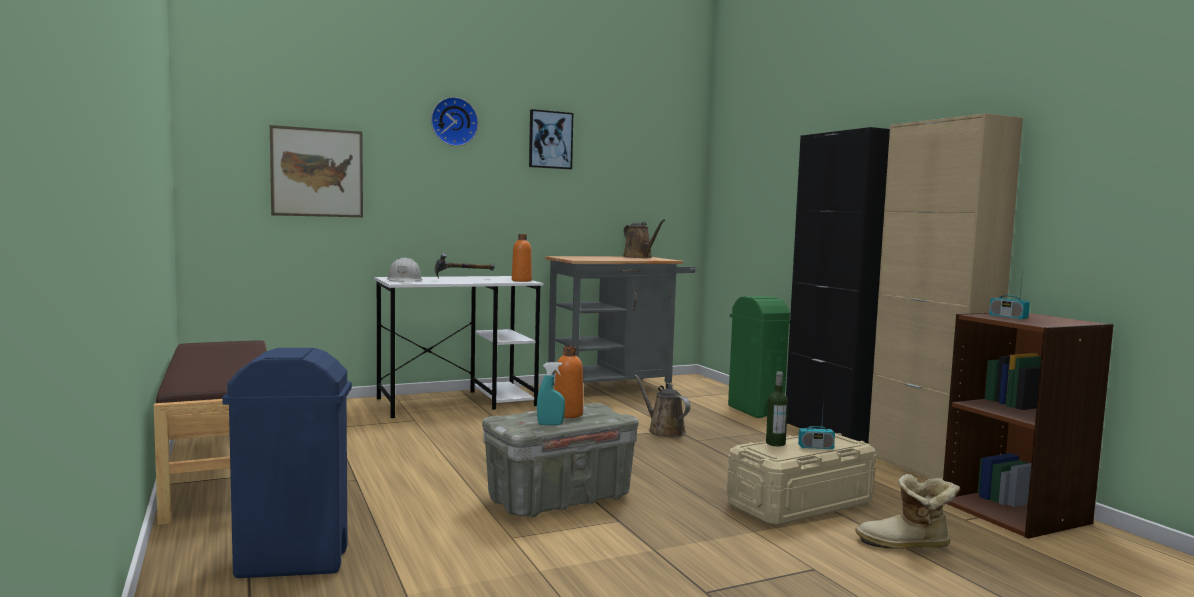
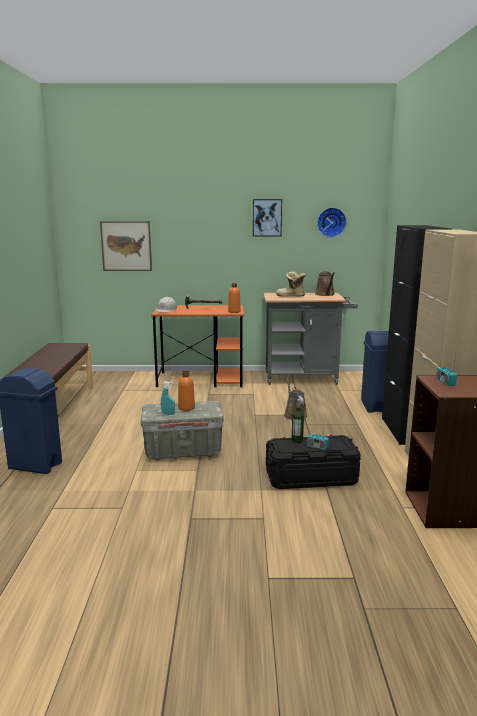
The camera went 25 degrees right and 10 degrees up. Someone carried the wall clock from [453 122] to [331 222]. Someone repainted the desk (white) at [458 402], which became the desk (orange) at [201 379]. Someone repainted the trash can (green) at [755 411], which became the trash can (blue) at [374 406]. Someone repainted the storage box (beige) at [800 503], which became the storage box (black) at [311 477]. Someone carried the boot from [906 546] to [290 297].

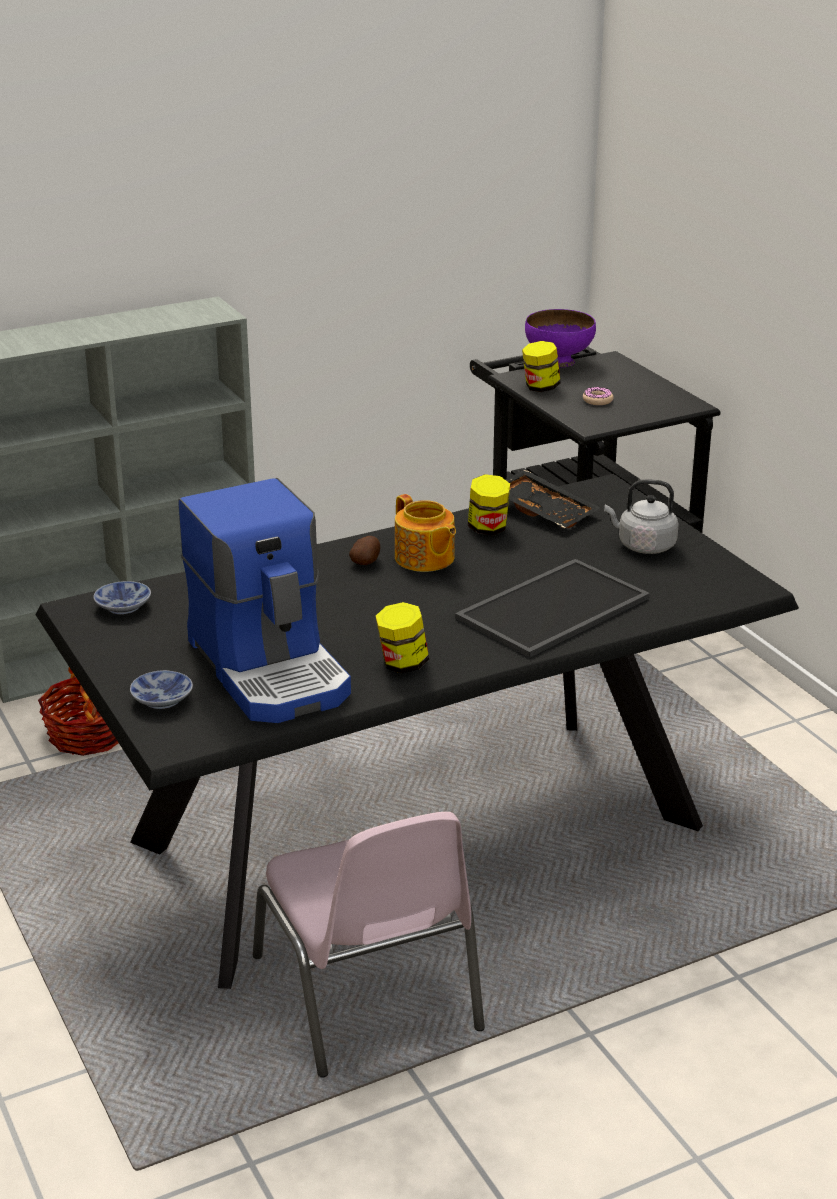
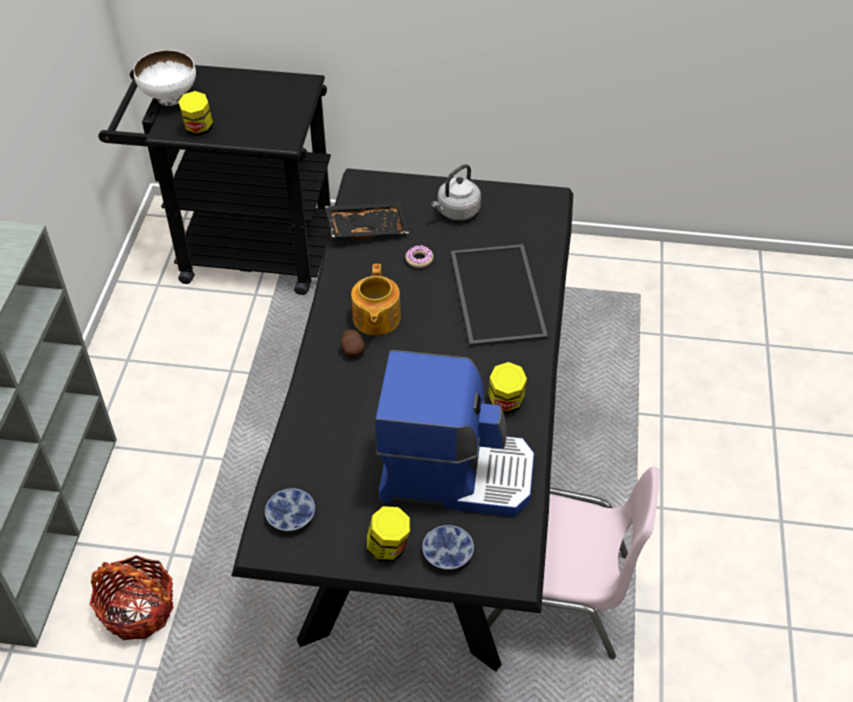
The camera went 55 degrees left and 20 degrees up. Someone repainted the bowl (purple) at [558 361], which became the bowl (white) at [169 98]. Someone carried the donut from [597 400] to [419 259]. Someone carried the jar from [488 529] to [388 548]. Someone rotated the teapot at [424 559] by 90 degrees clockwise.

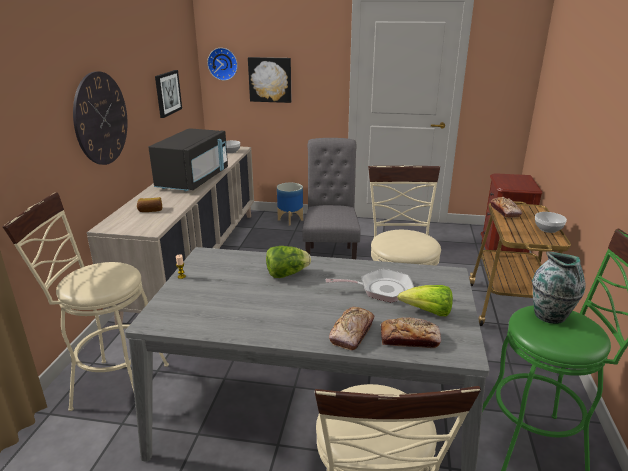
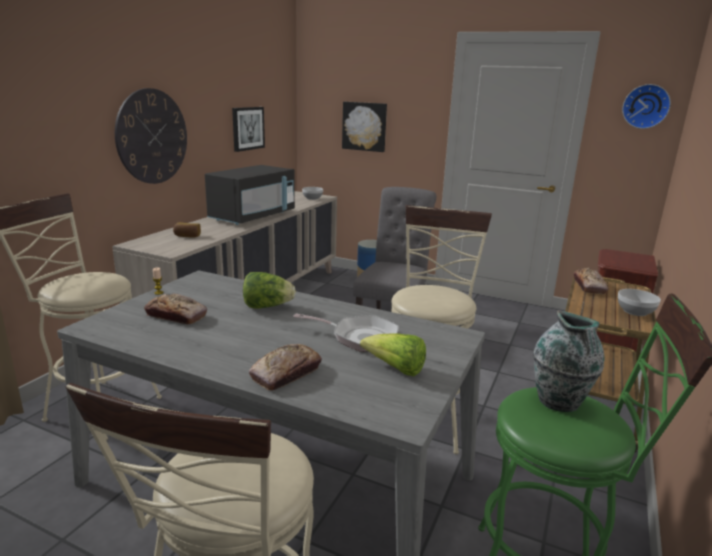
The camera went 15 degrees right and 5 degrees down. Someone carried the wall clock from [223 64] to [645 106]. Someone carried the bread from [409 339] to [176 316].

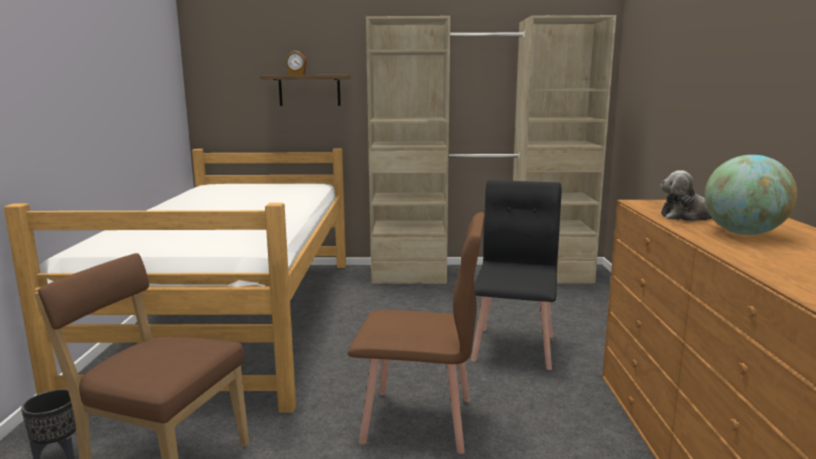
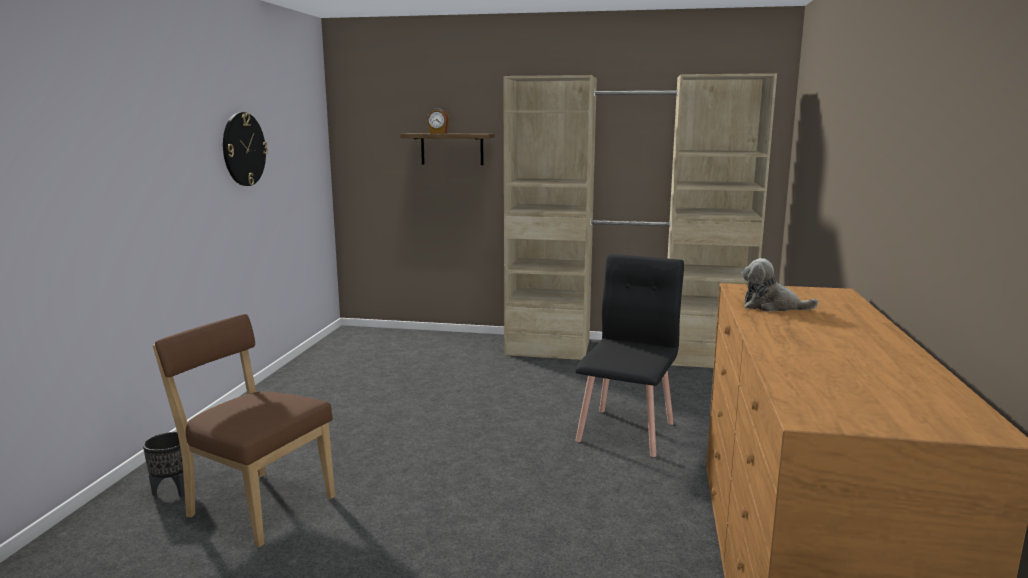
The camera went 10 degrees right and 0 degrees up. Someone took away the bed at [238 318]. Someone took away the globe at [743 233]. Someone took away the chair (brown) at [419 421]. Someone put up the wall clock at [243 149].

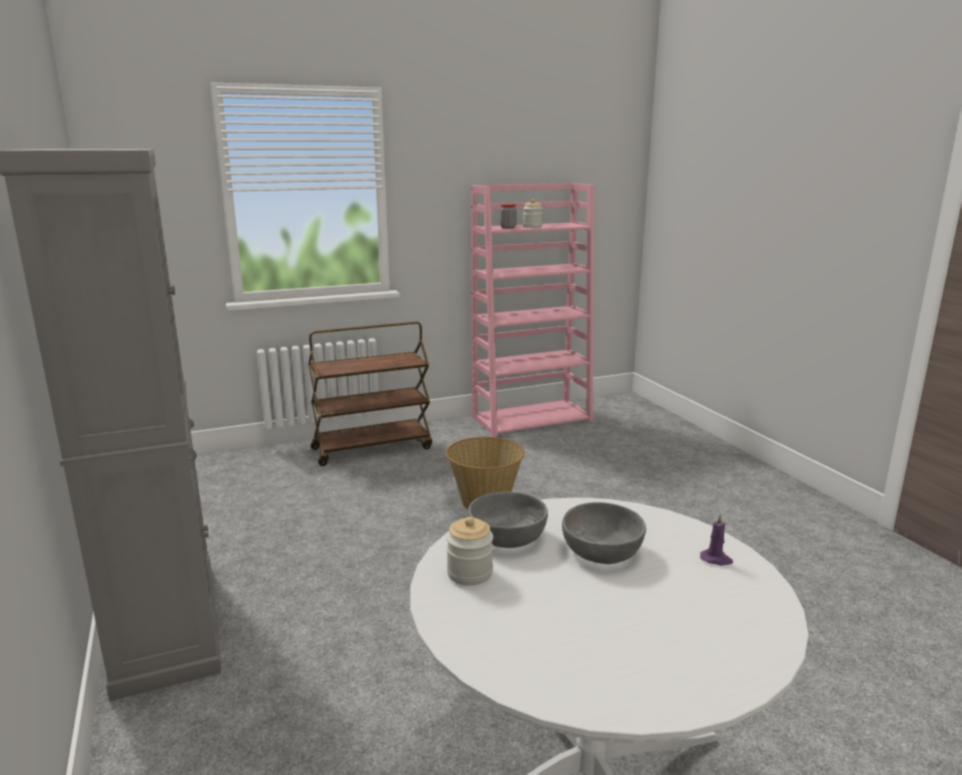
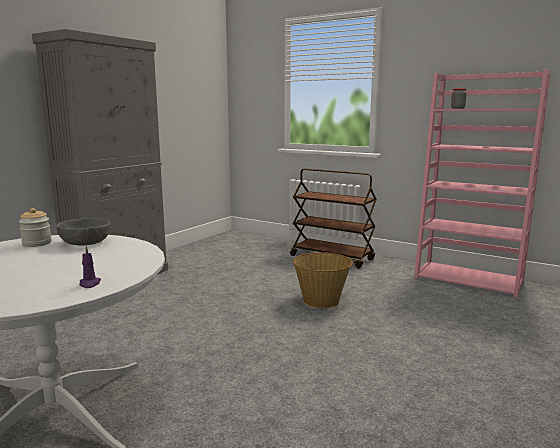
The camera went 55 degrees right and 5 degrees down. Someone took away the jar at [532 227]. Someone took away the bowl (grey) at [602 551].

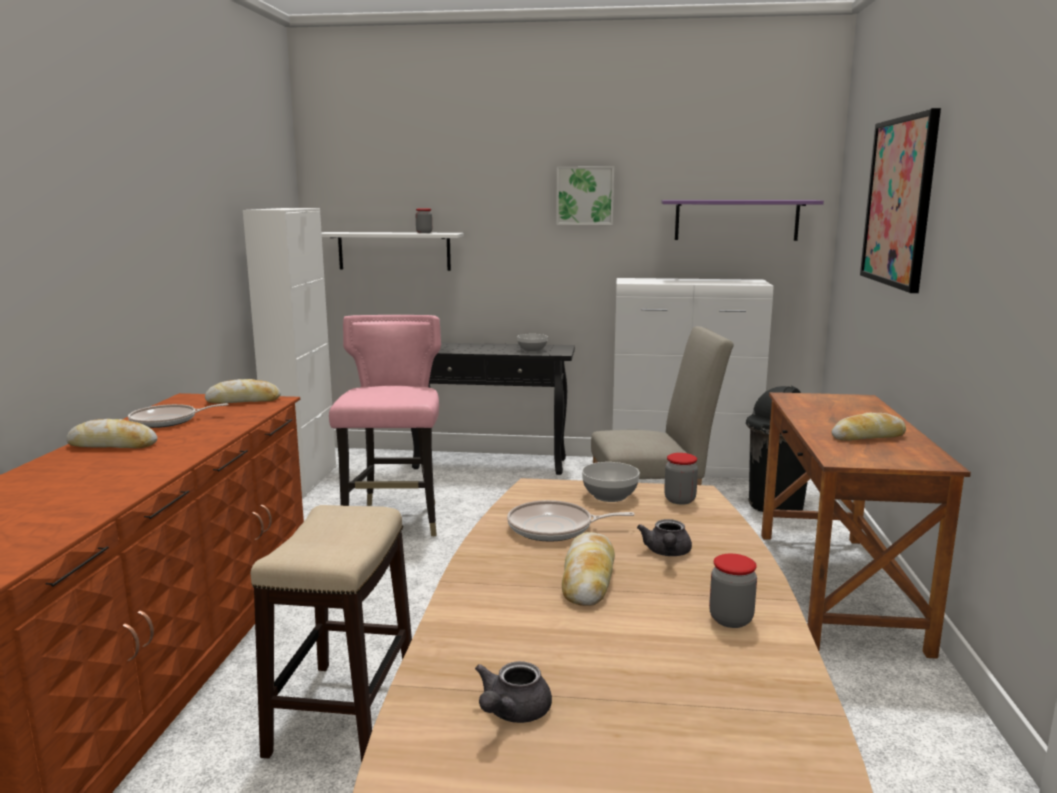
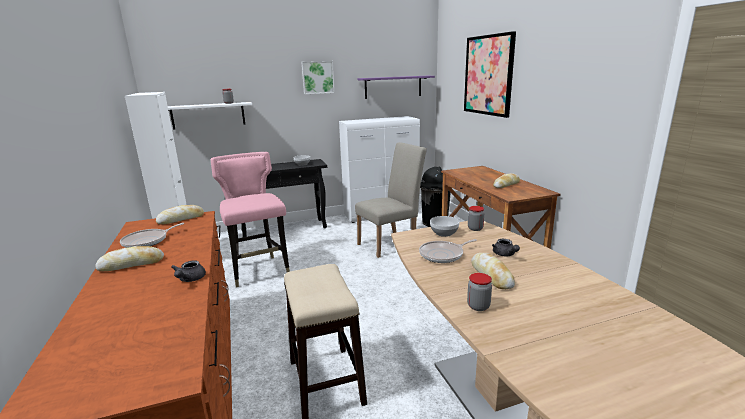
The camera went 25 degrees left and 5 degrees up. Someone carried the jar from [731 619] to [478 306]. Someone carried the teapot (grey) from [512 712] to [189 279].

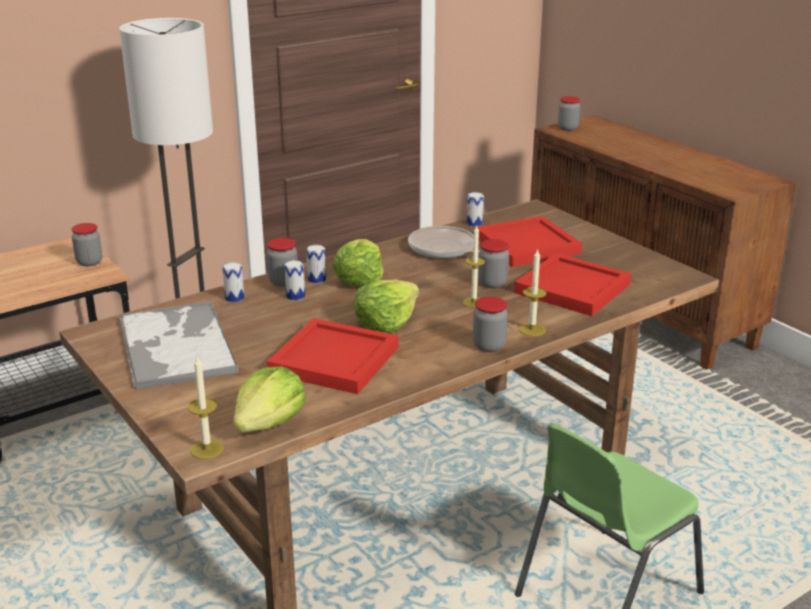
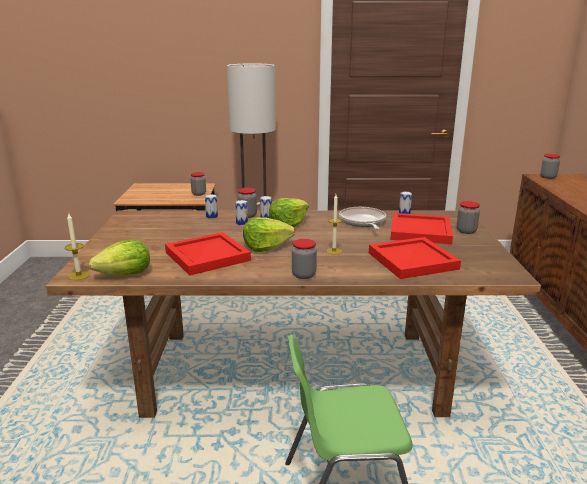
The camera went 35 degrees right and 5 degrees down. Someone carried the jar from [492 283] to [466 231]. Someone took away the candle at [532 329]. Someone took away the tray at [176 345].

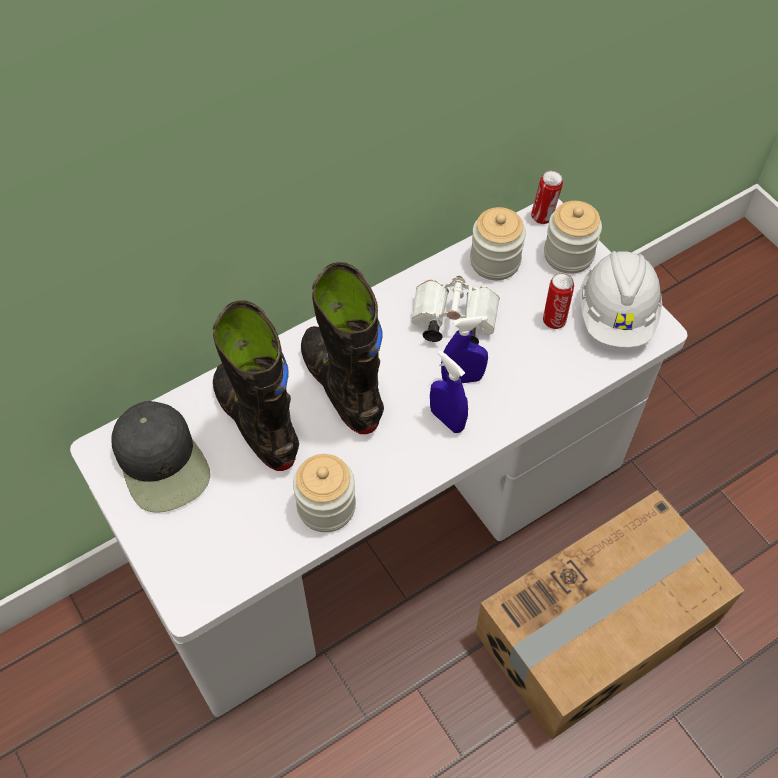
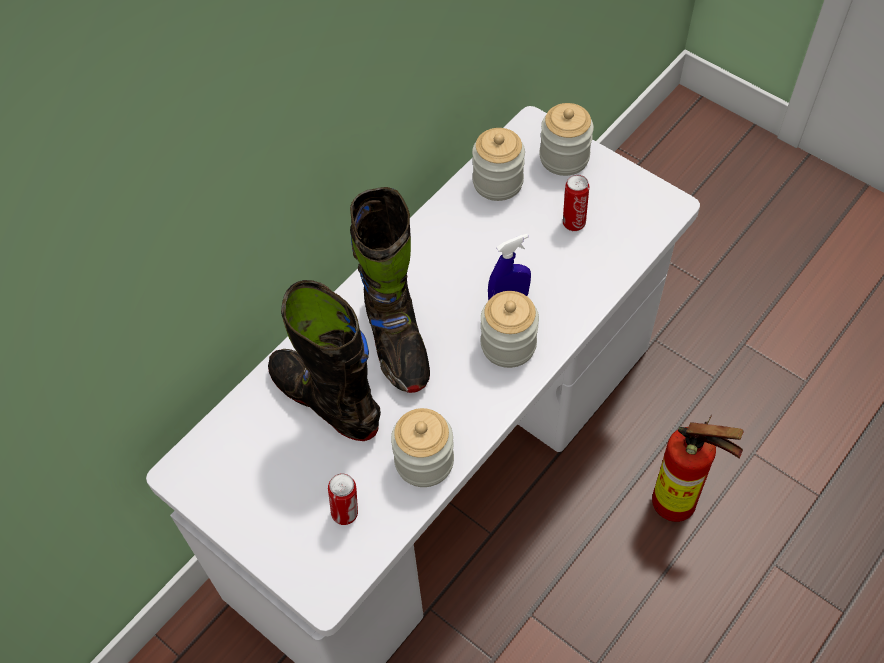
The camera went 15 degrees left and 0 degrees up. Someone carried the can from [543 217] to [346 513]. Someone took away the hard hat (white) at [616 315]. Someone rotated the boot (black) at [342 386] by 150 degrees counterclockwise. Someone took away the binoculars (white) at [451 321]. Someone swapped the spray bottle (blue) at [447 419] for the jar at [508 345]. Someone took away the cap (black) at [162 462]. Someone swapped the cardboard box at [599 629] for the fire extinguisher at [680 506].

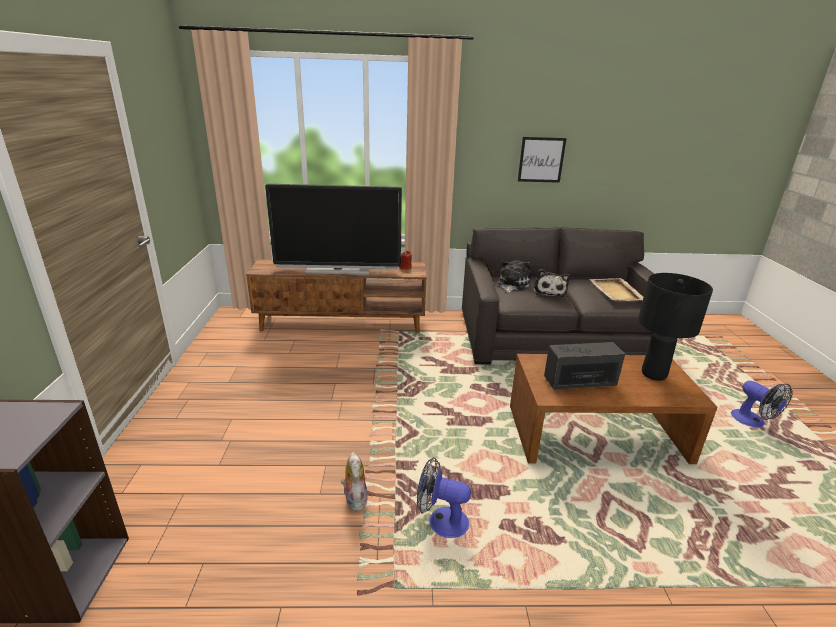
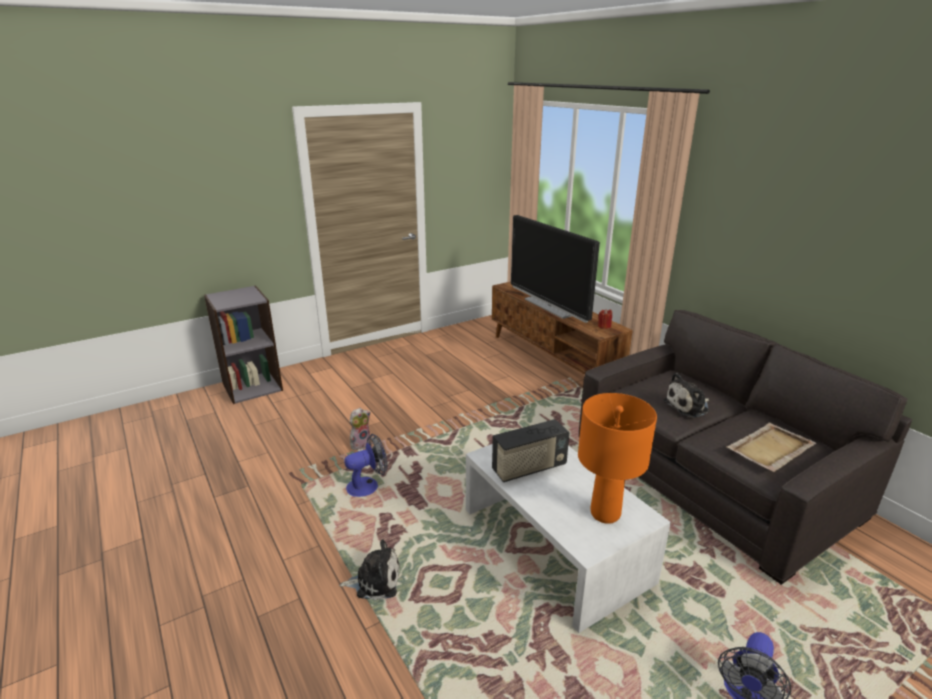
The camera went 60 degrees right and 0 degrees up. Someone took away the picture at [541 160]. Someone carried the plush toy from [512 284] to [375 580]. Someone repainted the table lamp (black) at [653 374], which became the table lamp (orange) at [604 513]. Someone rotated the radio at [580 382] by 105 degrees clockwise. Someone repainted the coffee table (brown) at [596 433], which became the coffee table (white) at [555 544]. Someone rotated the fan at [441 520] by 75 degrees clockwise.

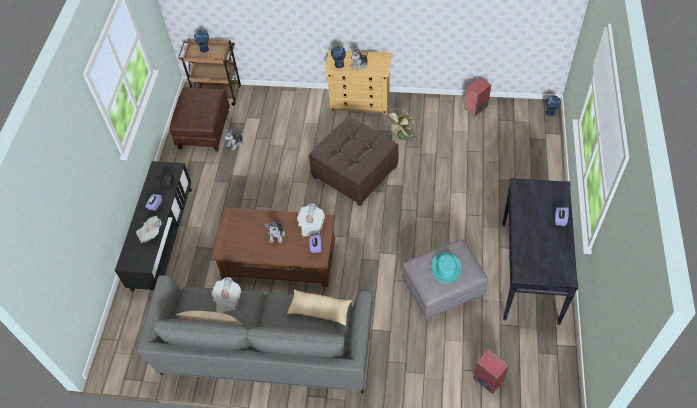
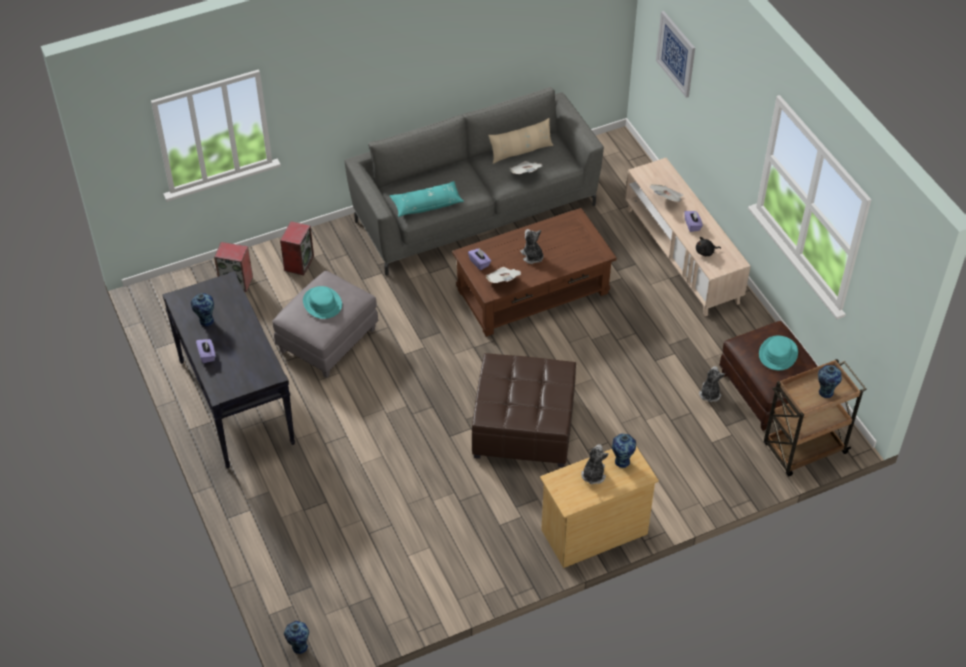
The camera went 145 degrees right and 5 degrees down. Someone carried the speaker from [476 107] to [299 263]. Someone took away the fan (green) at [402 137]. Someone repainted the tv stand (black) at [162 238], which became the tv stand (beige) at [682 255]. Someone repainted the pillow (beige) at [320 310], which became the pillow (turquoise) at [426 204]. Someone put up the picture at [676 54]. Someone put down the vase at [205 320]. Someone put down the hat (turquoise) at [778 353].

